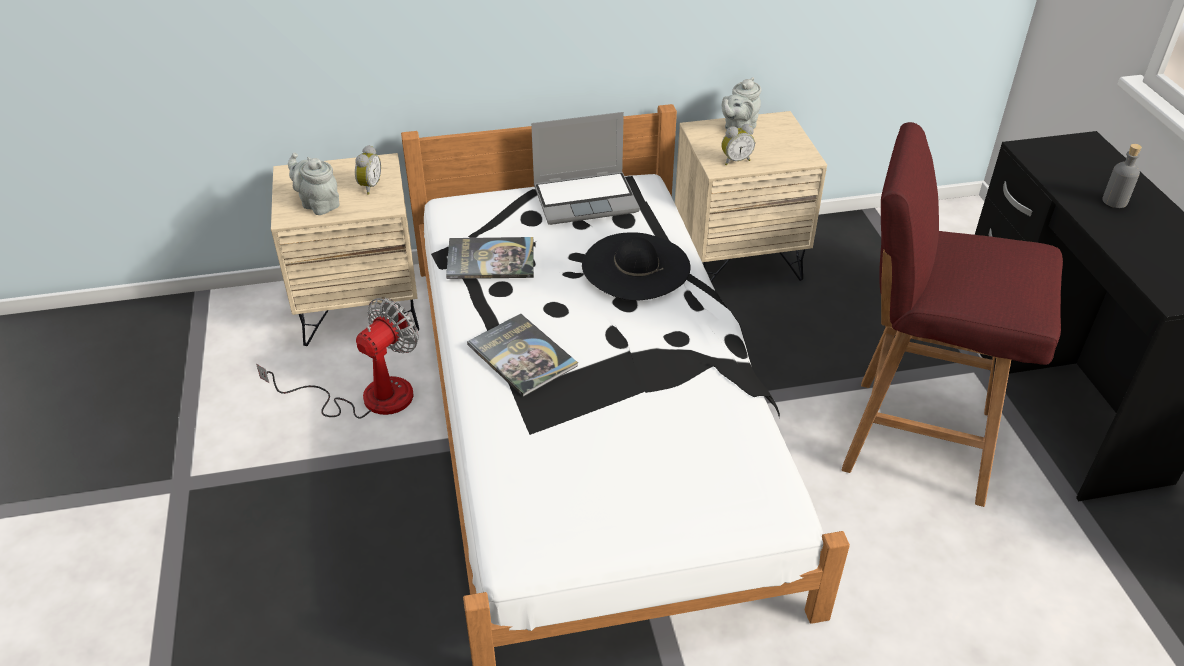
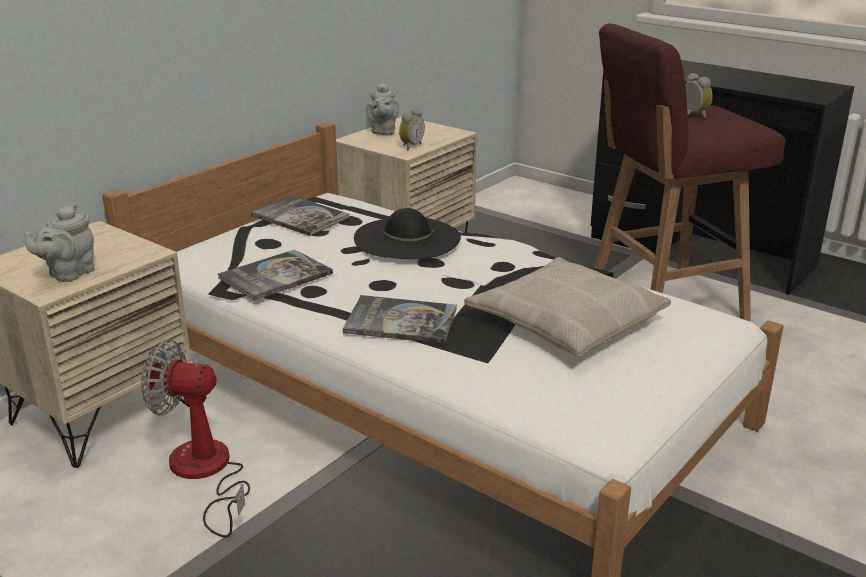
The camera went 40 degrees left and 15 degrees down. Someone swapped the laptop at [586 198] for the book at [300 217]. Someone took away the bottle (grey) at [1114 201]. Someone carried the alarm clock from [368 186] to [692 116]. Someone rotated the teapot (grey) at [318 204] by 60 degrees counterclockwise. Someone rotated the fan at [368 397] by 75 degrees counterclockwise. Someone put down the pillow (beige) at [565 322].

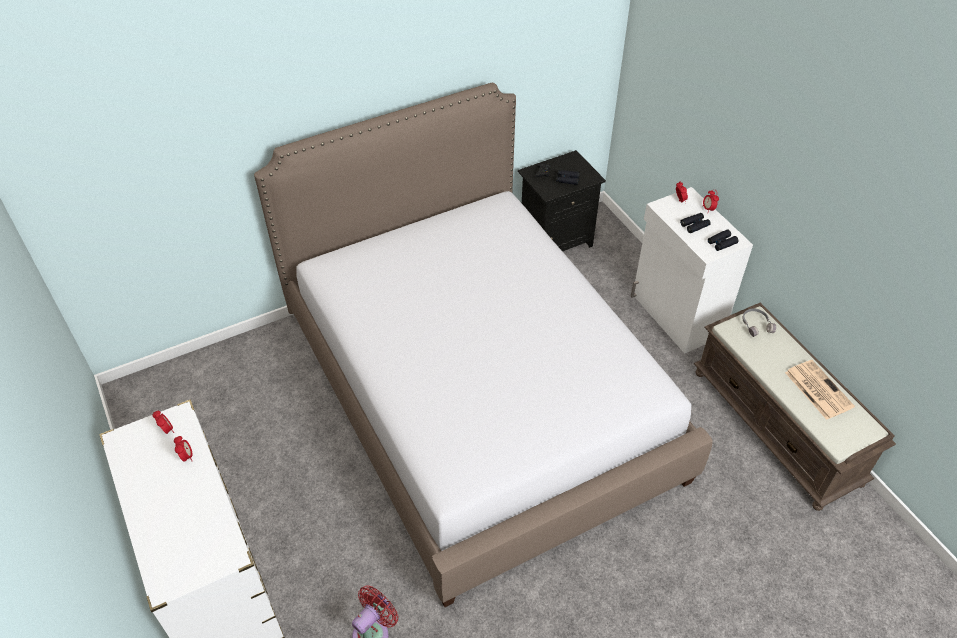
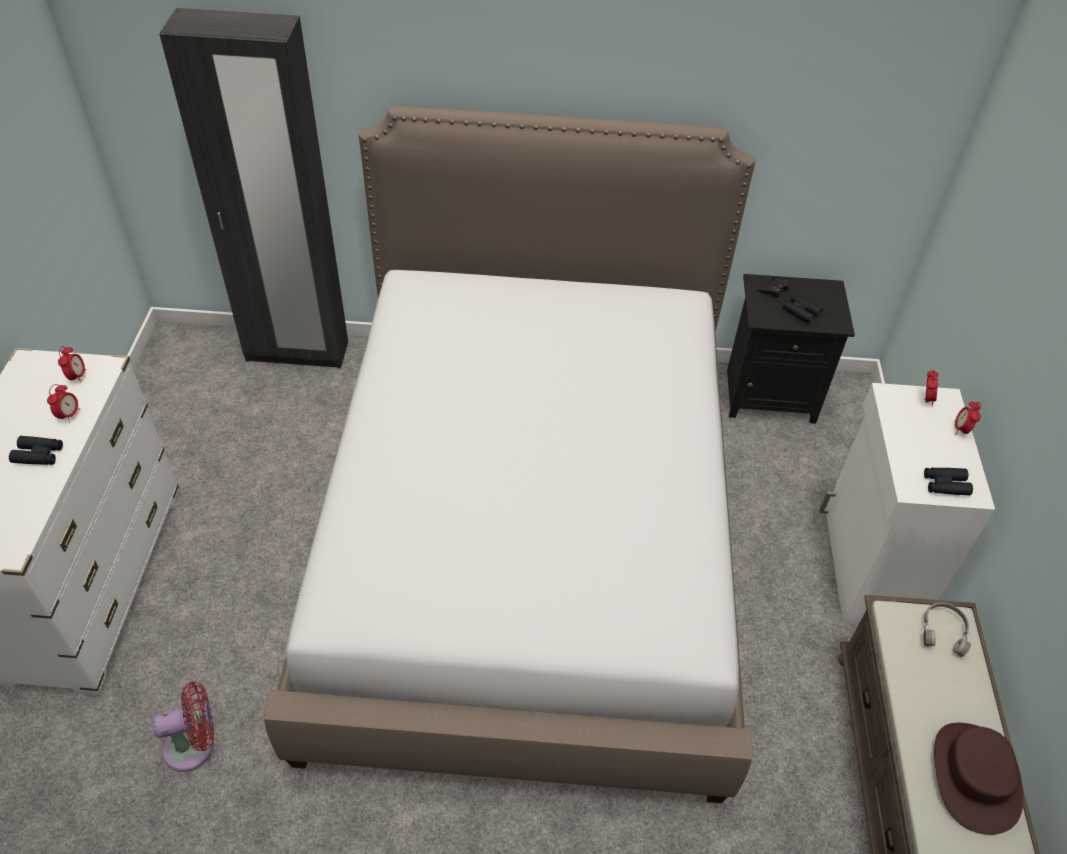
The camera went 30 degrees right and 0 degrees up. Someone carried the binoculars (black) from [695 225] to [38 455]. Someone swapped the newspaper at [817 389] for the hat (brown) at [974 777]. Someone put down the wardrobe (black) at [297 352].

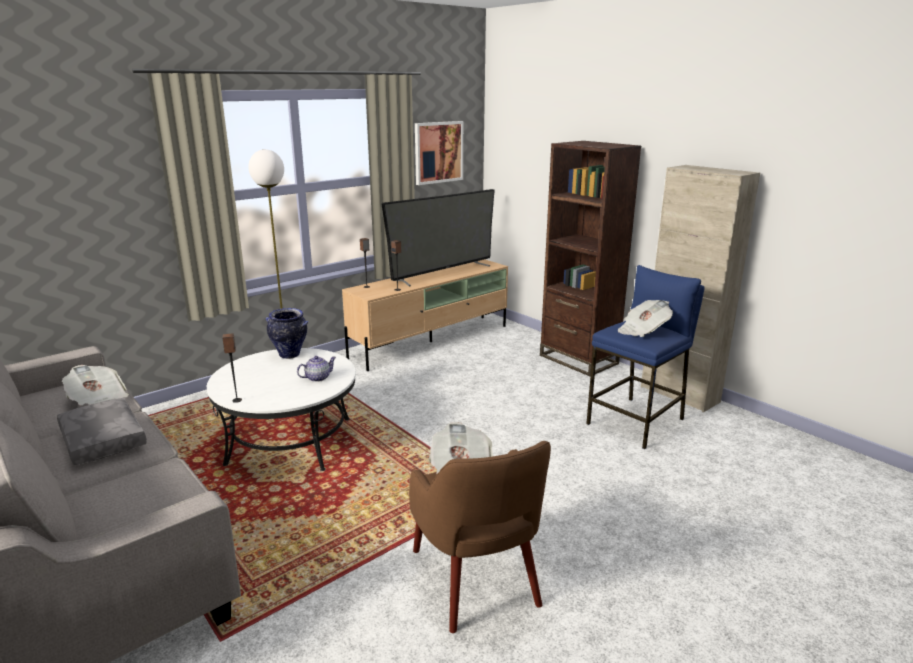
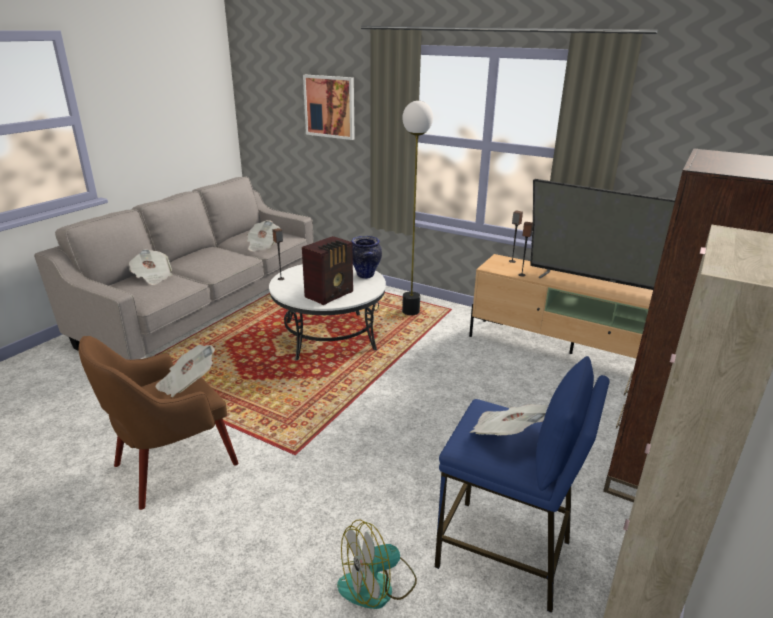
The camera went 70 degrees right and 5 degrees up. Someone carried the picture from [438 152] to [330 107]. Someone swapped the teapot at [317 378] for the radio at [330 294]. Someone took away the pillow (grey) at [101 440]. Someone put down the newspaper at [152 277]. Someone put down the fan at [377 585].

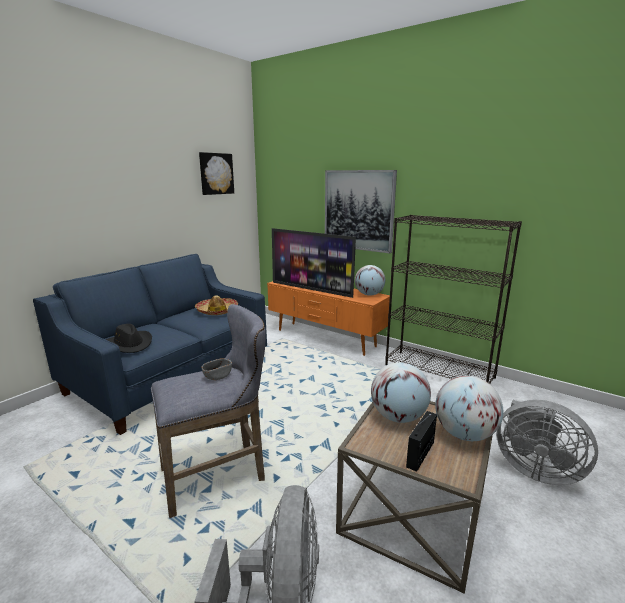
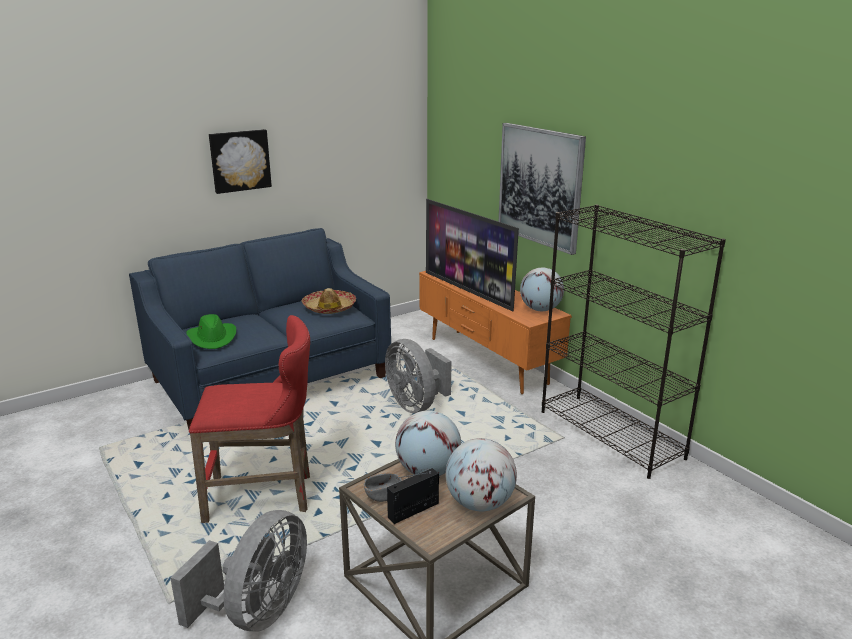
The camera went 20 degrees right and 5 degrees up. Someone carried the picture from [216 173] to [240 160]. Someone repainted the stool (grey) at [219 475], which became the stool (red) at [265 496]. Someone repainted the hat (black) at [129 344], which became the hat (green) at [212 338]. Someone carried the bowl (grey) from [217 376] to [383 495]. Someone carried the fan (grey) from [534 469] to [416 405].

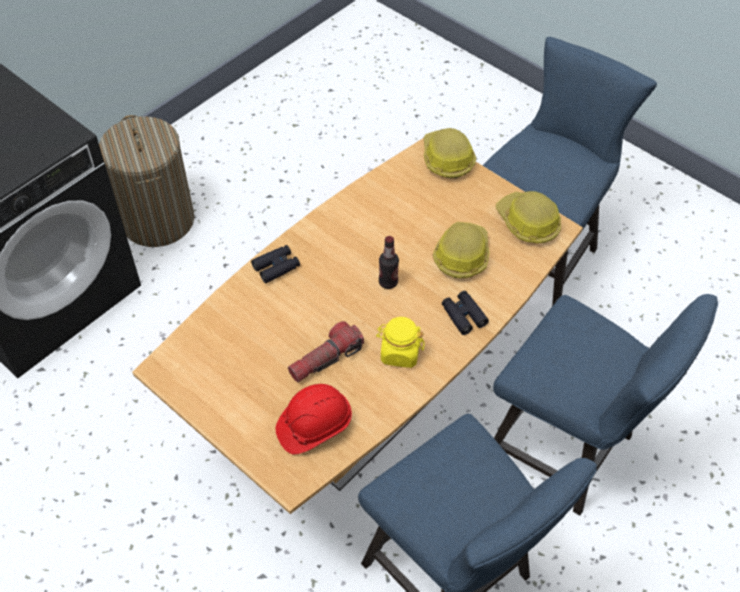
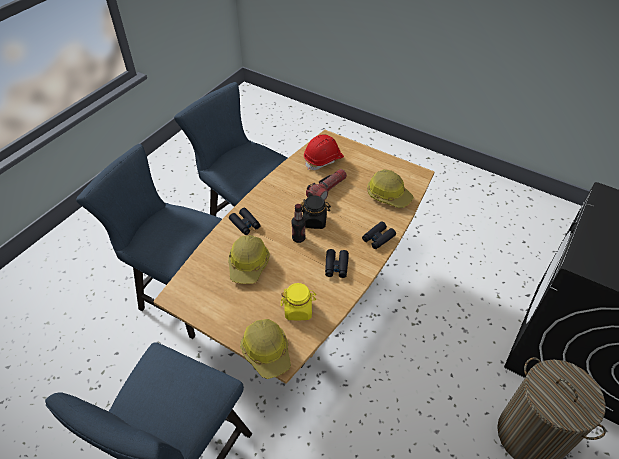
The camera went 170 degrees right and 5 degrees down. Someone carried the hard hat from [527 223] to [388 195]. Someone carried the jar (yellow) from [399 353] to [298 310]. Someone put down the jar (black) at [314 221]. Someone put down the binoculars (black) at [336 266].

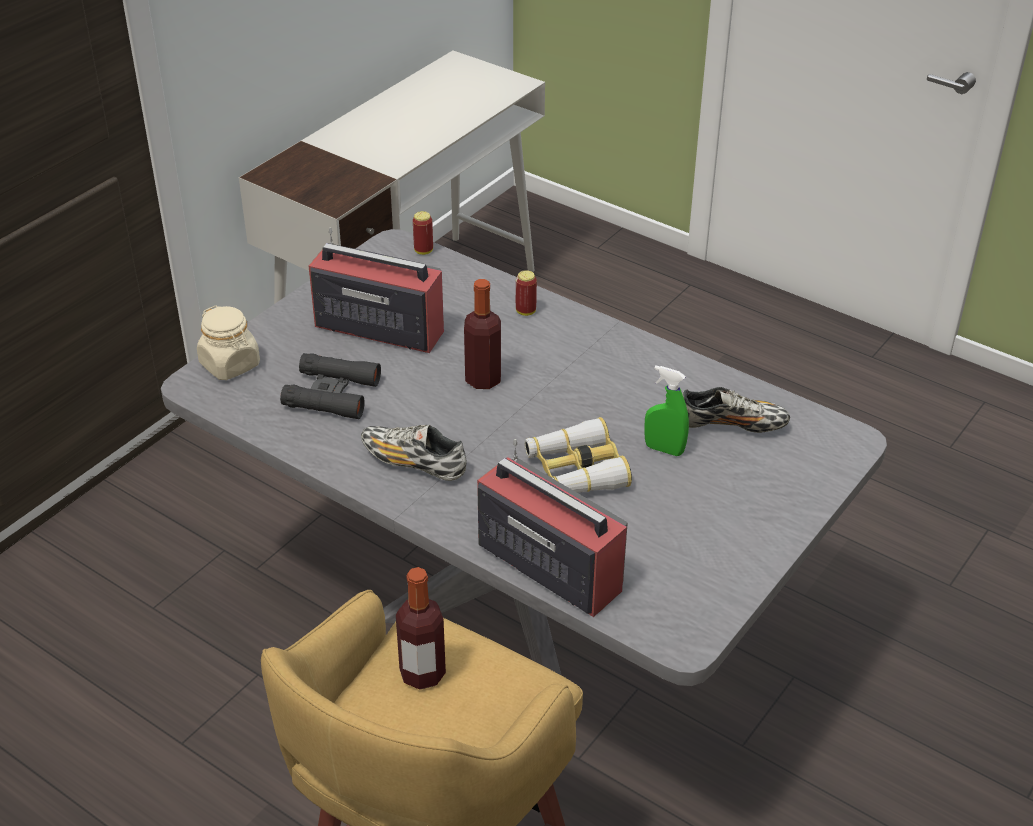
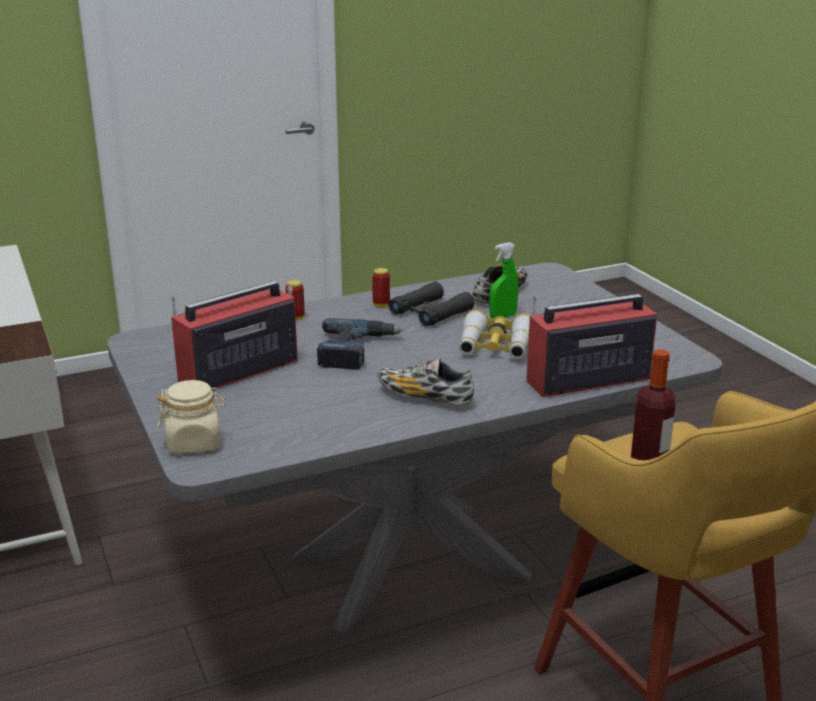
The camera went 60 degrees left and 15 degrees down. Someone carried the can from [423 251] to [381 305]. Someone swapped the bottle at [483 379] for the power drill at [356 350]. Someone carried the binoculars (black) from [332 394] to [430 312]. Someone rotated the shoe at [413 463] by 60 degrees clockwise.

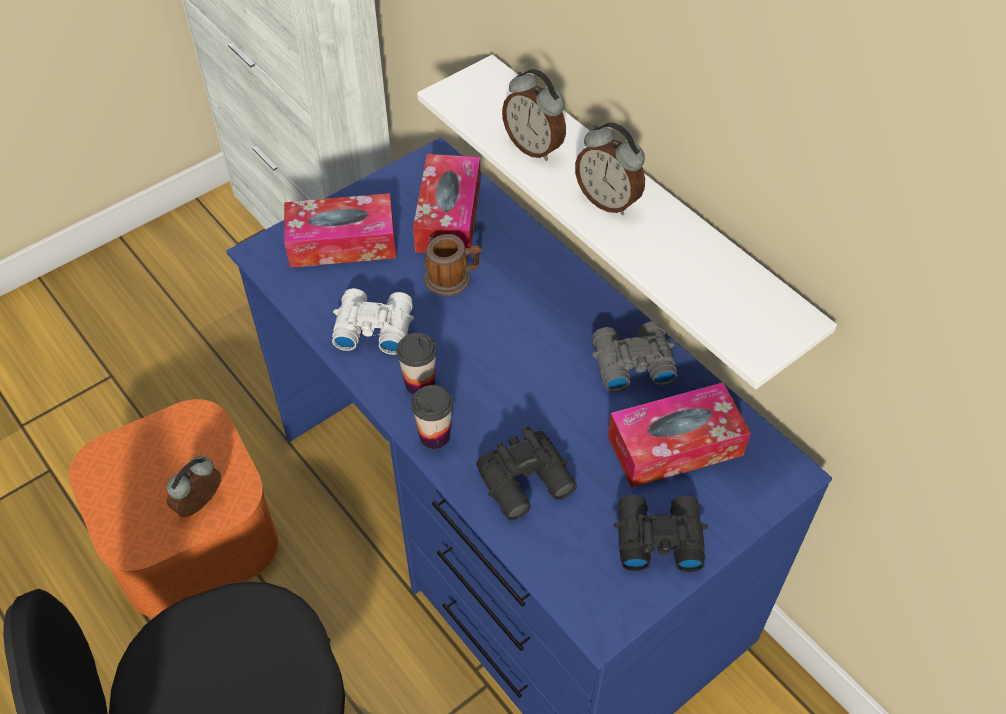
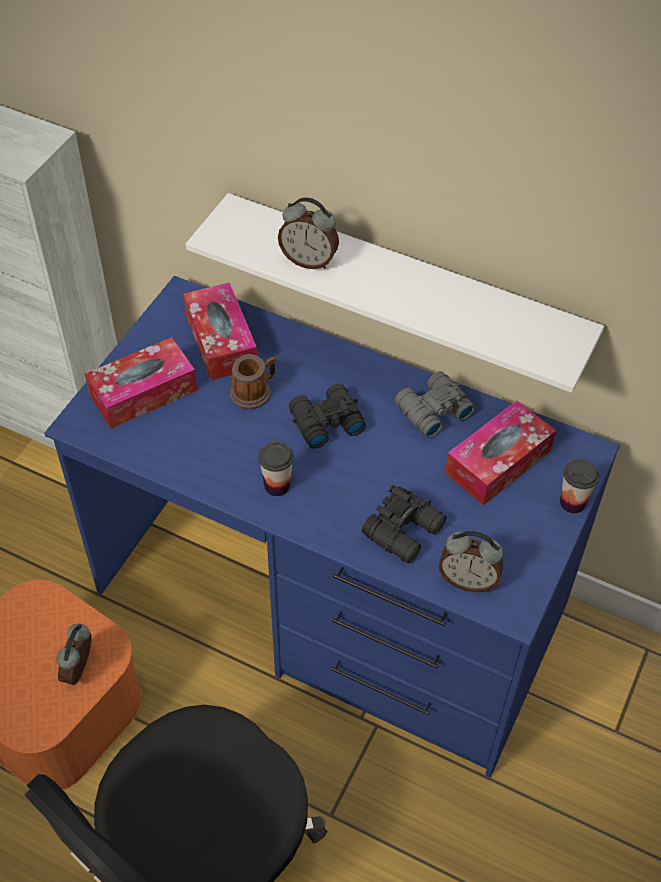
The camera went 25 degrees left and 0 degrees up. Someone carried the alarm clock from [608 201] to [468 580]. Someone took away the binoculars (white) at [372 327]. Someone carried the cup from [434 436] to [572 502]. Someone carried the binoculars (black) from [656 538] to [324 421].

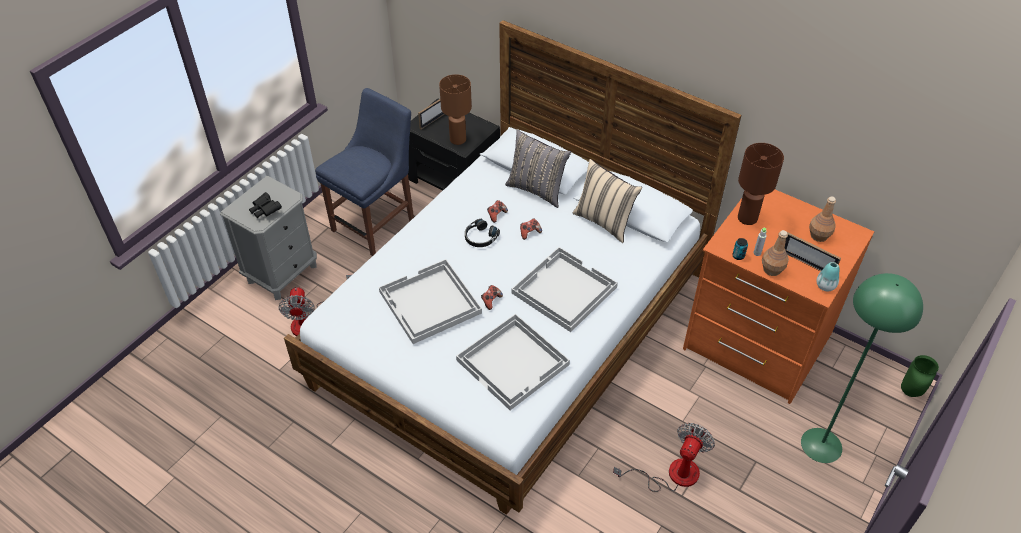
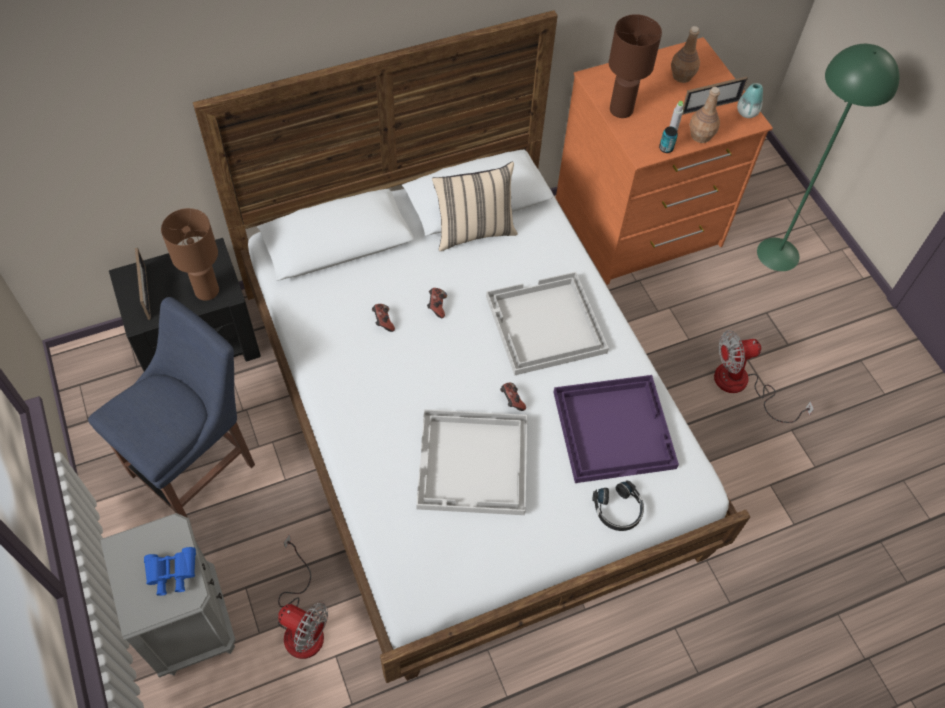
The camera went 60 degrees left and 10 degrees up. Someone rotated the chair (blue) at [376 224] by 60 degrees clockwise. Someone took away the pillow (grey) at [537 189]. Someone repainted the binoculars (black) at [265 210], which became the binoculars (blue) at [172 574]. Someone carried the headphones (black) from [480 237] to [618 510]. Someone repainted the tray (white) at [514 362], which became the tray (purple) at [614 428]. Someone took away the vase (green) at [911 392]. Someone rotated the fan at [672 474] by 75 degrees counterclockwise.

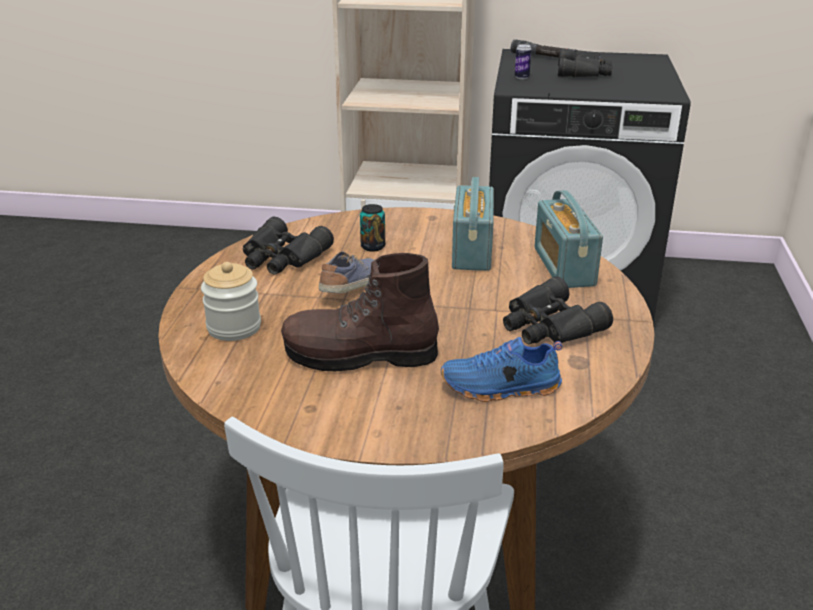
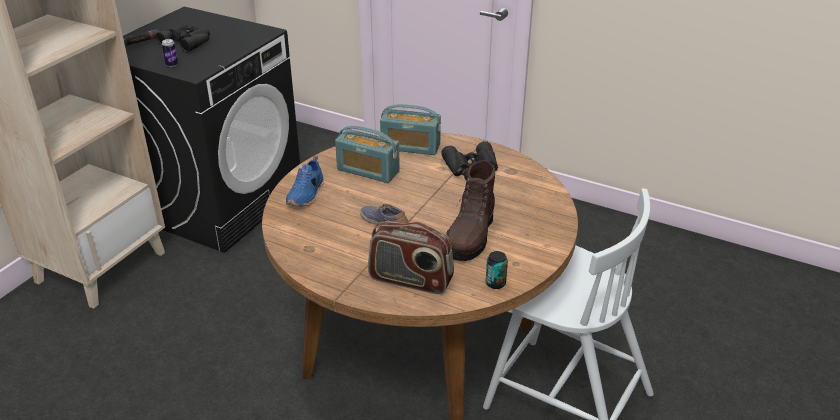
The camera went 70 degrees left and 5 degrees up. Someone carried the can from [373 247] to [495 283]. Someone took away the binoculars (black) at [282 257]. Someone swapped the jar at [234 327] for the radio at [410 280]. Someone carried the shoe (blue) from [501 388] to [307 195].

